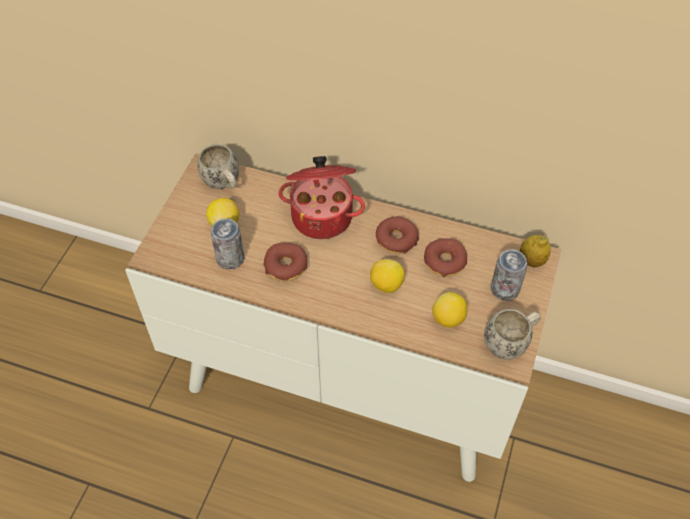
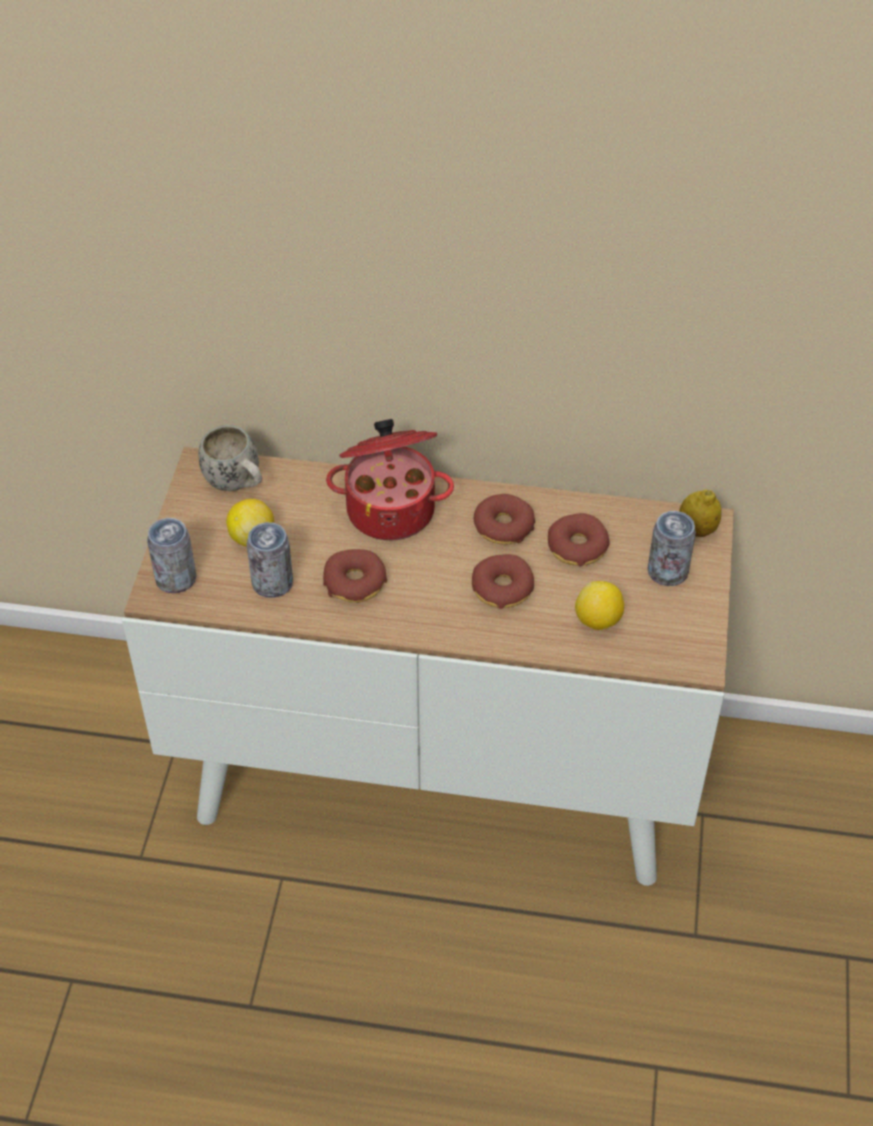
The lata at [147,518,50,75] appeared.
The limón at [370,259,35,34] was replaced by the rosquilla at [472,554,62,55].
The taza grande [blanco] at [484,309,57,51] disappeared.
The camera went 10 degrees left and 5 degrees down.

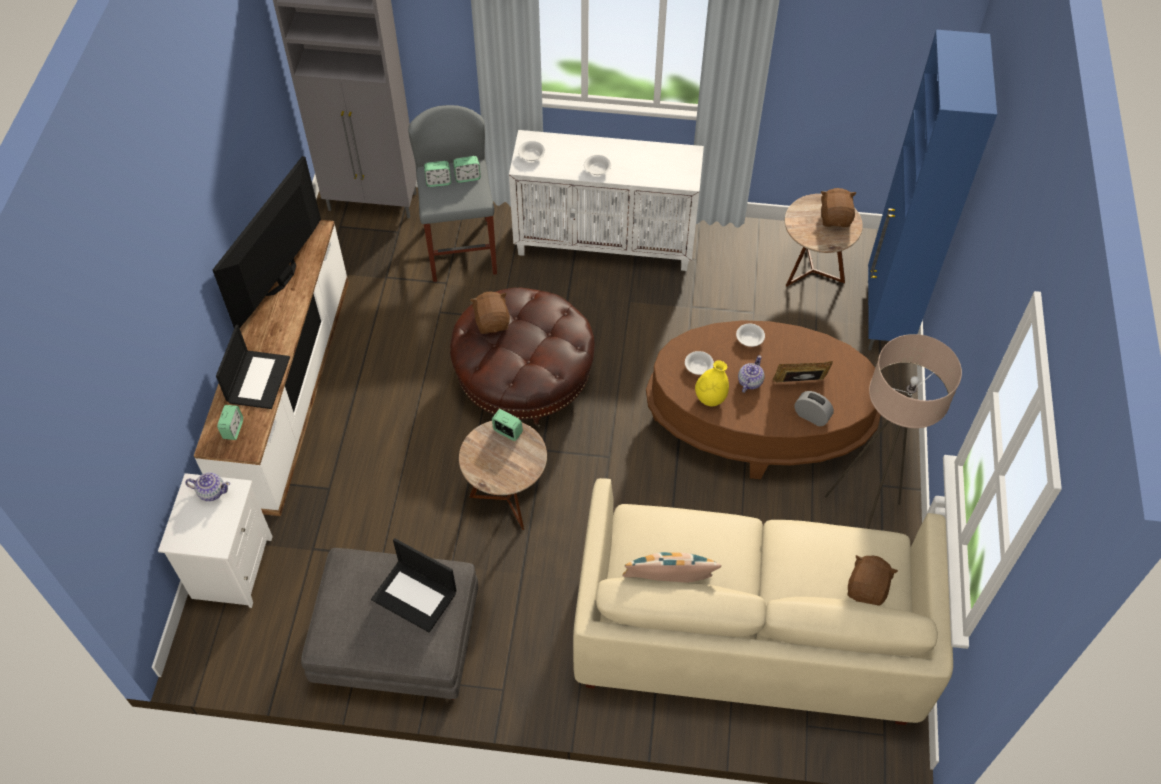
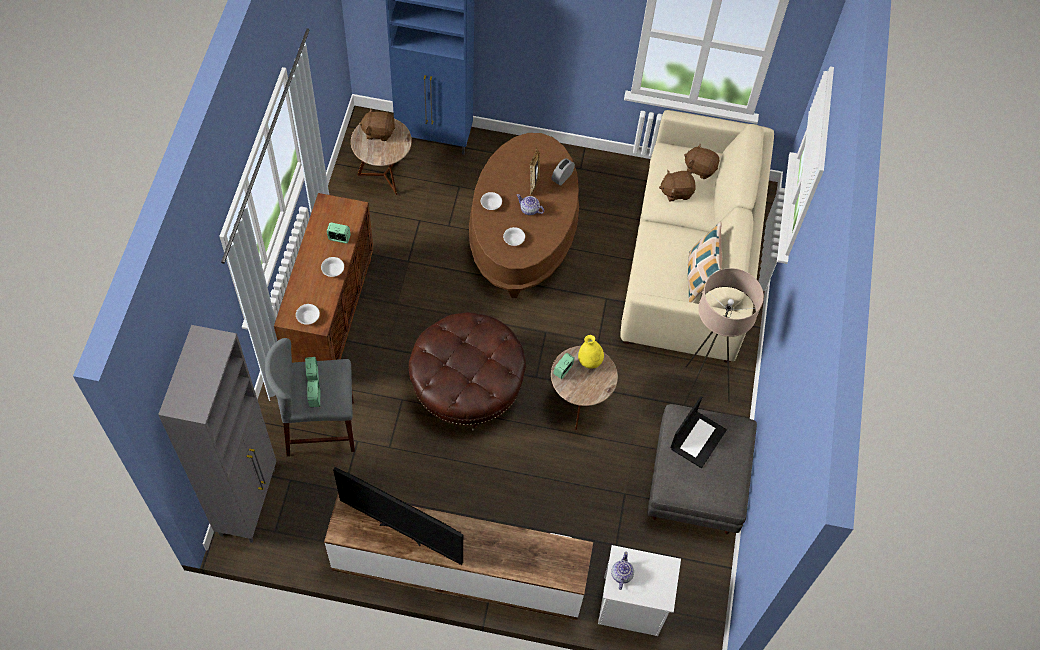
The armario [blanco] at [509,130,195,141] became the armario [marrón] at [274,193,100,170].
The despertador moved from [217,405,26,35] to [327,223,24,20].
The florero [amarillo] moved from [695,360,34,46] to [578,335,26,34].
The peluche [marrón] moved from [470,292,40,42] to [659,170,37,31].
The lámpara de pie [beis] moved from [825,334,137,195] to [683,268,81,138].
The portátil at [216,325,74,84] disappeared.
The camera went 90 degrees left and 5 degrees up.

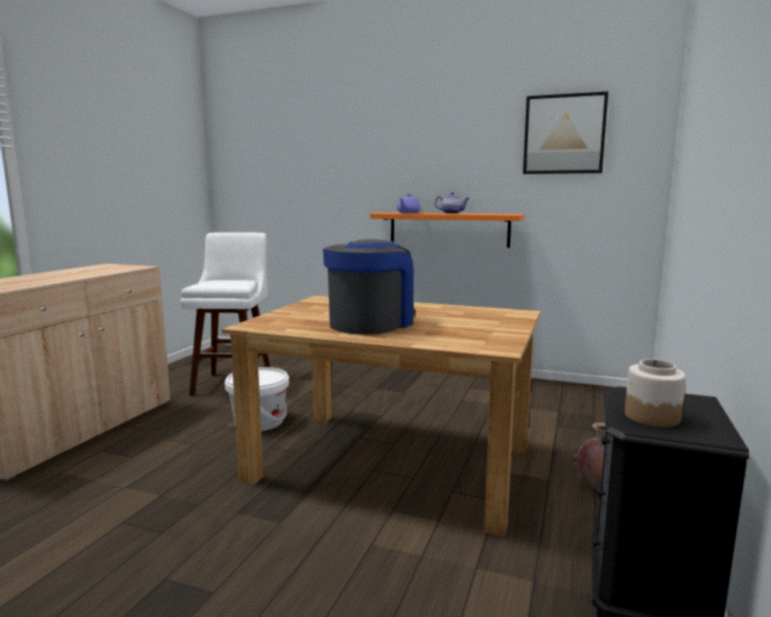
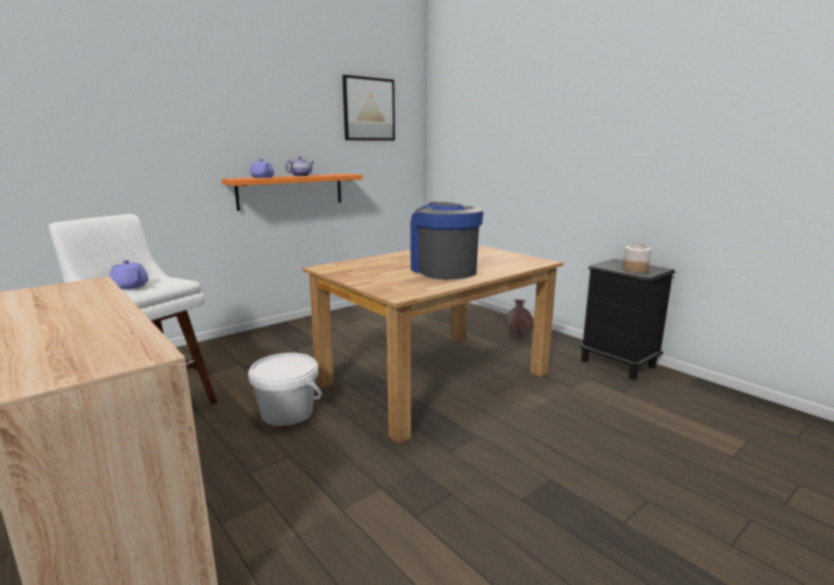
The tetera [morado] at [109,260,40,30] appeared.
The camera went 60 degrees left and 5 degrees up.

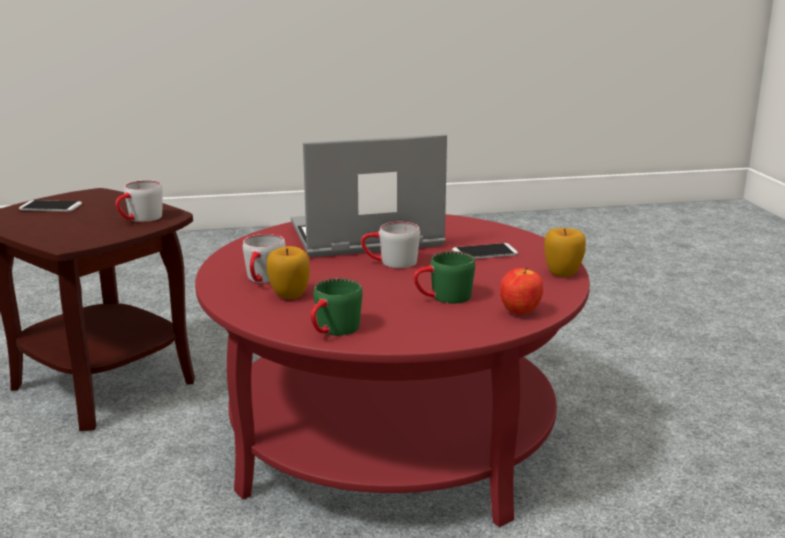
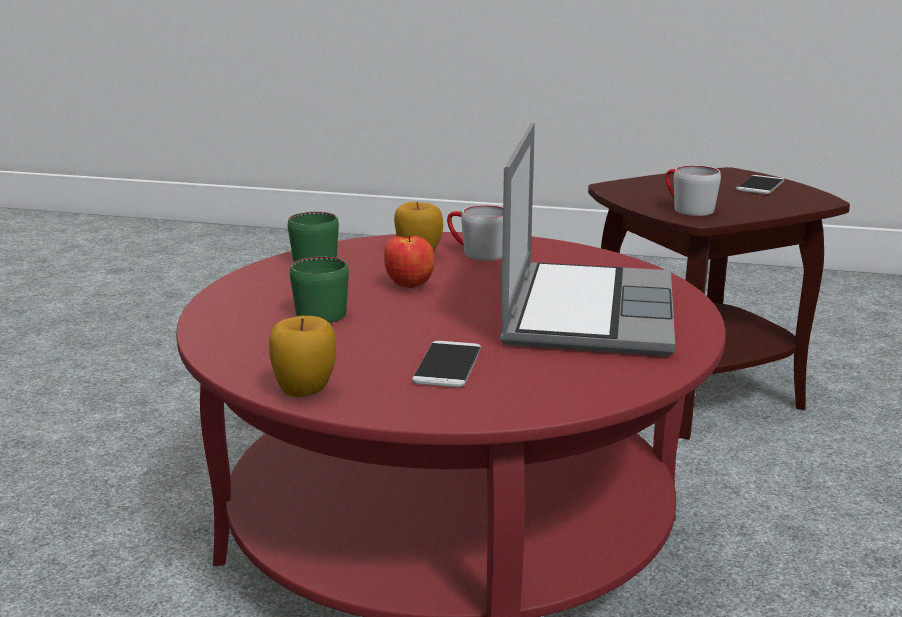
The manzana moved from [500,267,43,48] to [384,235,50,53].
The taza grande [gris] at [361,222,59,46] disappeared.
The camera went 115 degrees right and 0 degrees up.

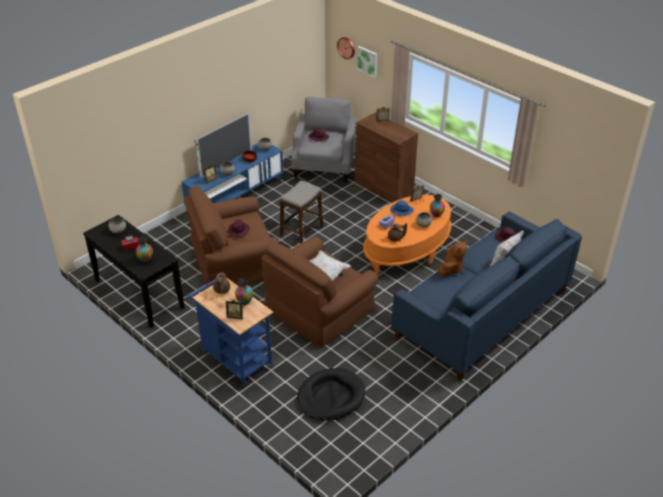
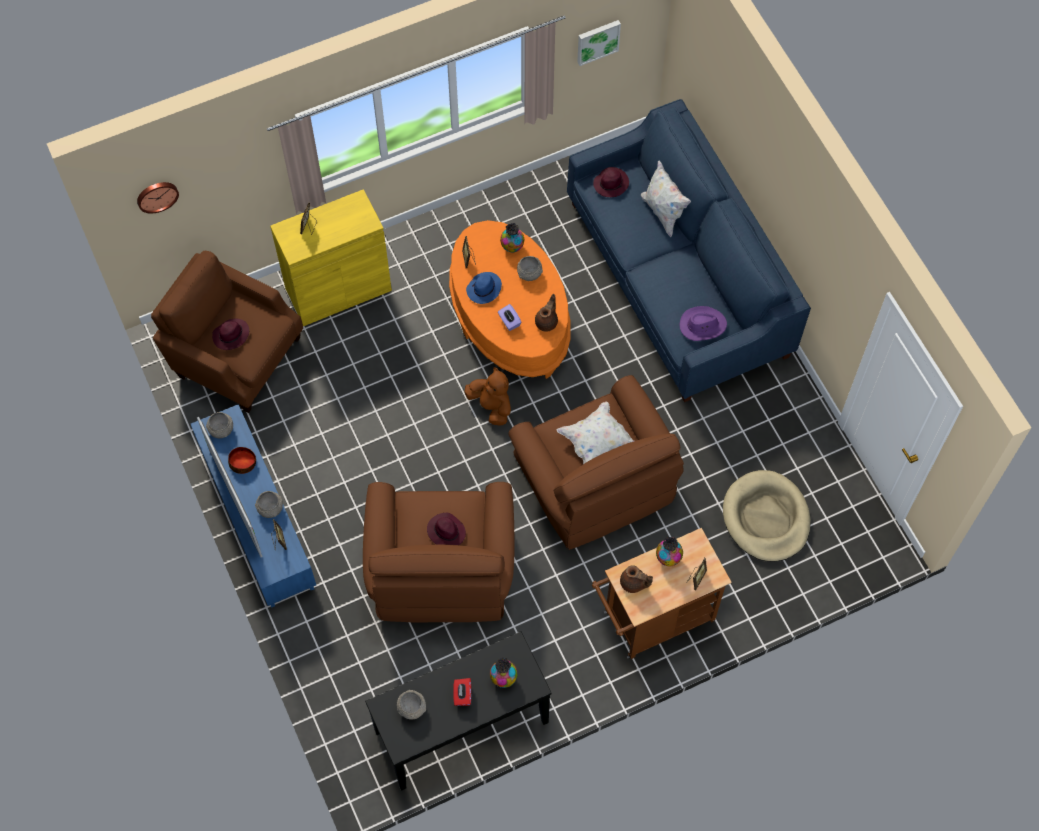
The sillón [gris] at [291,97,66,85] became the sillón [marrón] at [151,251,152,162].
The armario [marrón] at [355,112,63,91] became the armario [amarillo] at [270,189,122,137].
The peluche [marrón] moved from [438,241,29,36] to [465,367,46,59].
The cuadro moved from [357,46,20,32] to [577,20,44,46].
The carrito [azul] at [187,277,87,110] became the carrito [marrón] at [592,528,140,131].
The sombrero [morado] at [680,306,47,35] appeared.
The cama para perro [negro] at [297,368,68,53] became the cama para perro [beis] at [723,470,88,92].
The taburete at [280,181,43,63] disappeared.
The camera went 70 degrees left and 25 degrees up.

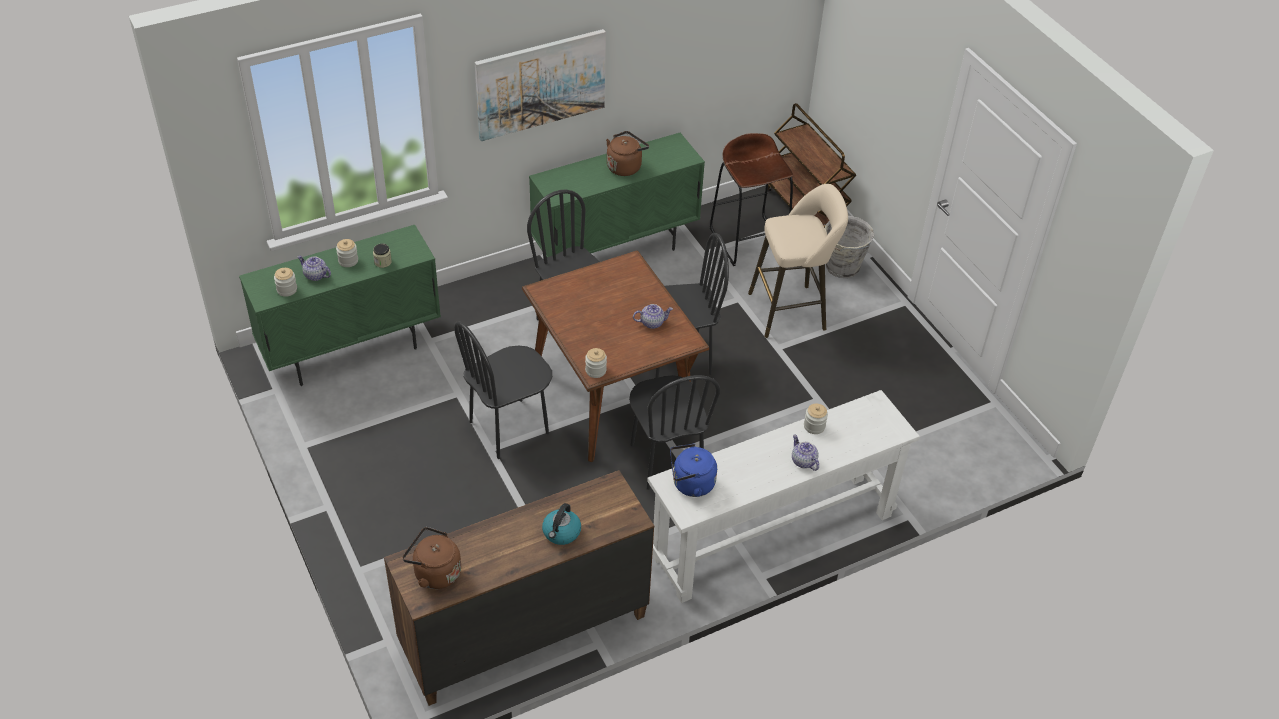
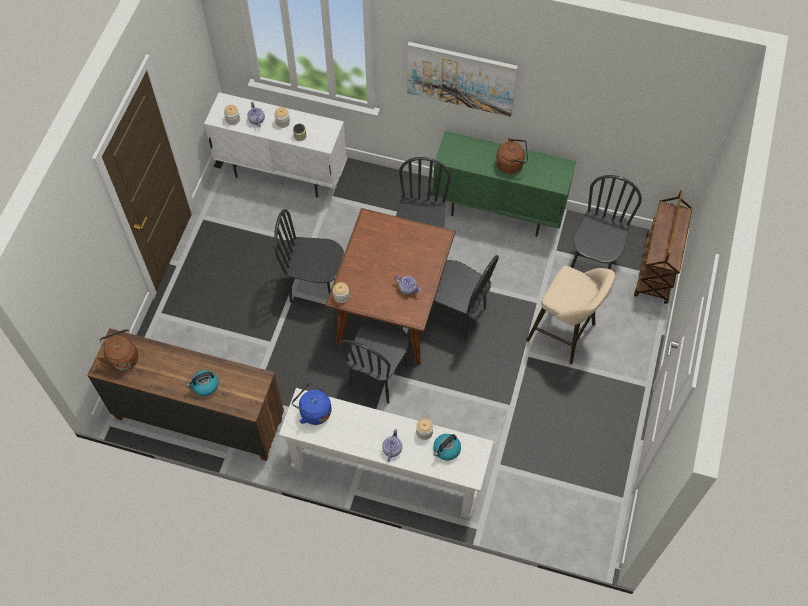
The armario [verde] at [239,225,202,161] became the armario [blanco] at [204,92,142,105].
The hervidor at [433,434,28,27] appeared.
The taburete [marrón] at [710,133,83,133] was replaced by the silla [negro] at [571,175,71,95].
The cubo [gris] at [824,216,50,62] disappeared.
The camera went 45 degrees right and 15 degrees up.

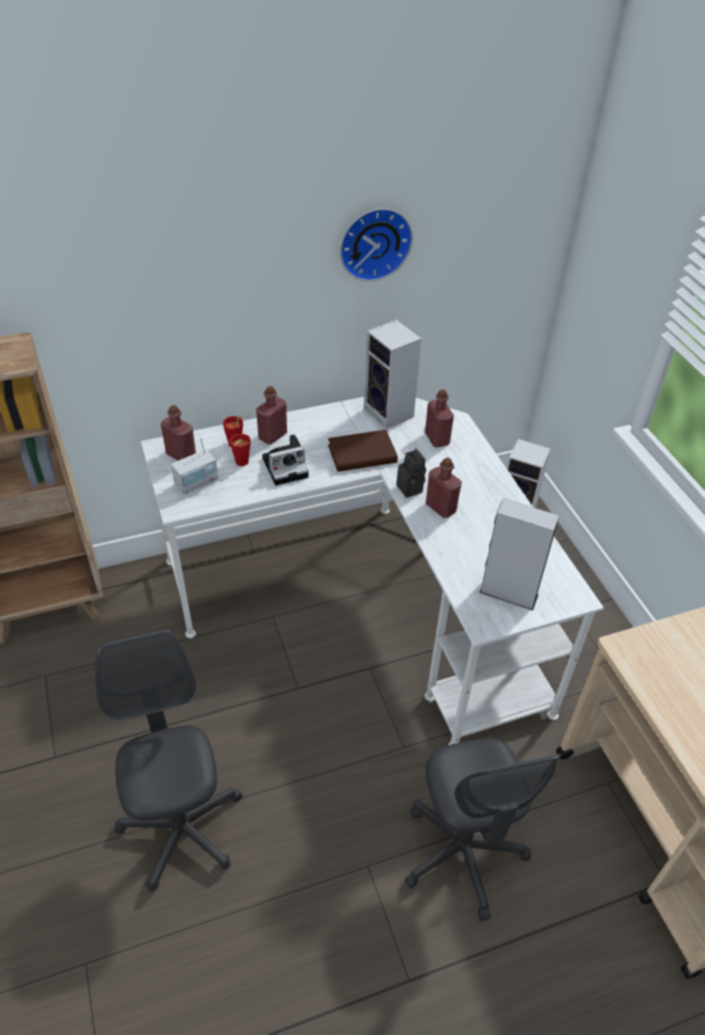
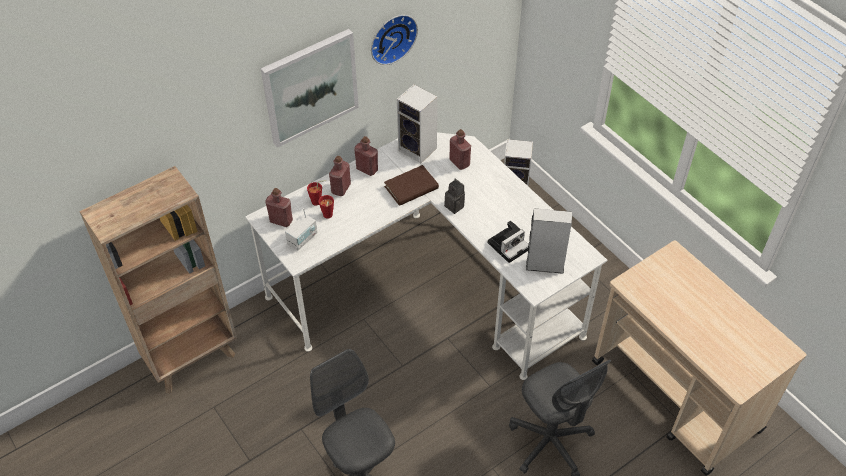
The cuadro at [261,29,98,119] appeared.
The botella [rojo] moved from [426,457,36,61] to [354,136,24,40].
The cámara moved from [262,434,47,52] to [488,220,40,43].
The camera went 15 degrees left and 5 degrees up.

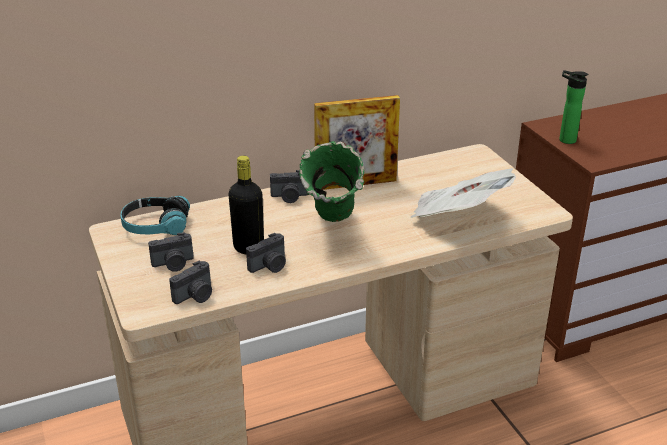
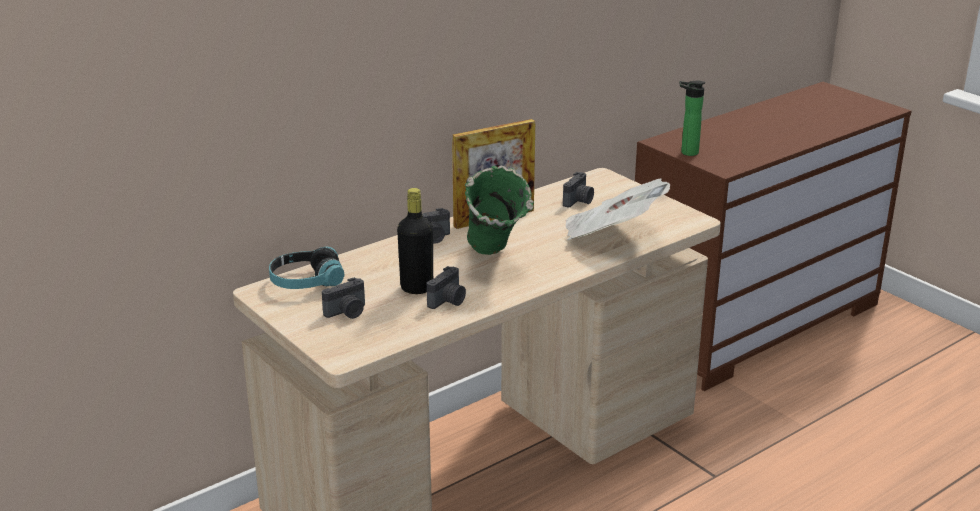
The cámara moved from [169,261,43,43] to [563,172,31,35].
The camera went 15 degrees left and 5 degrees down.

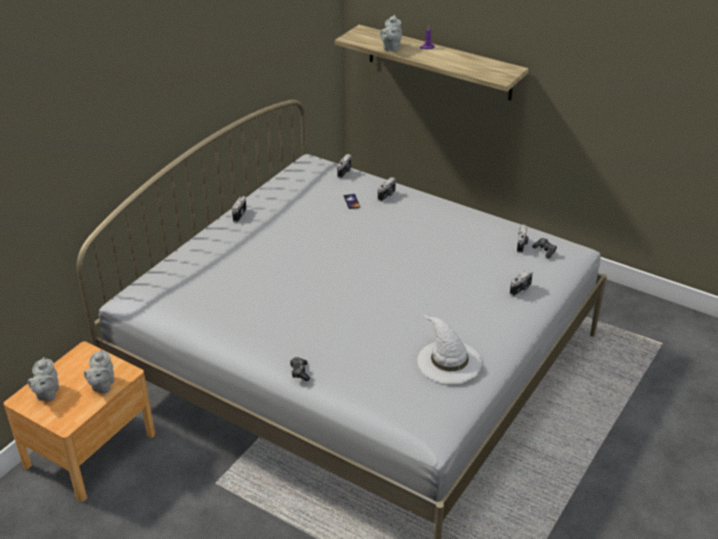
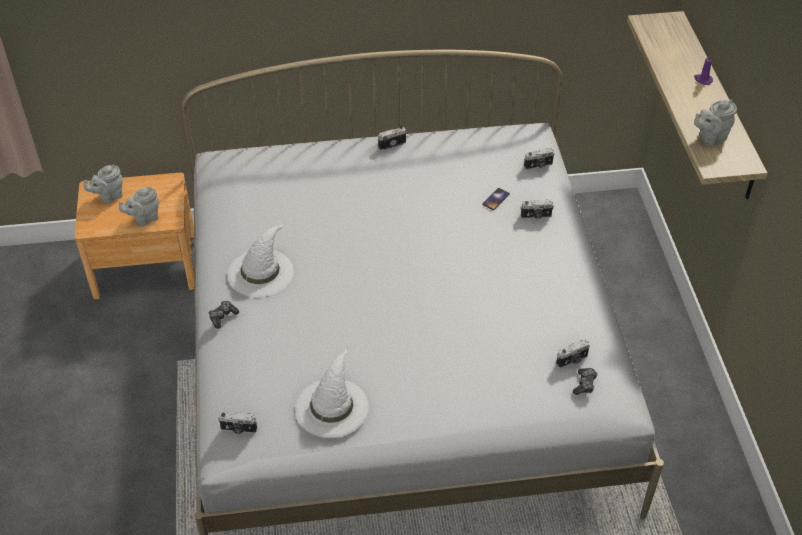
The cámara moved from [510,269,23,27] to [218,412,39,22].
The sombrero [blanco] at [228,221,66,76] appeared.
The tetera [gris] moved from [380,15,22,37] to [694,99,43,46].
The camera went 50 degrees right and 10 degrees up.

